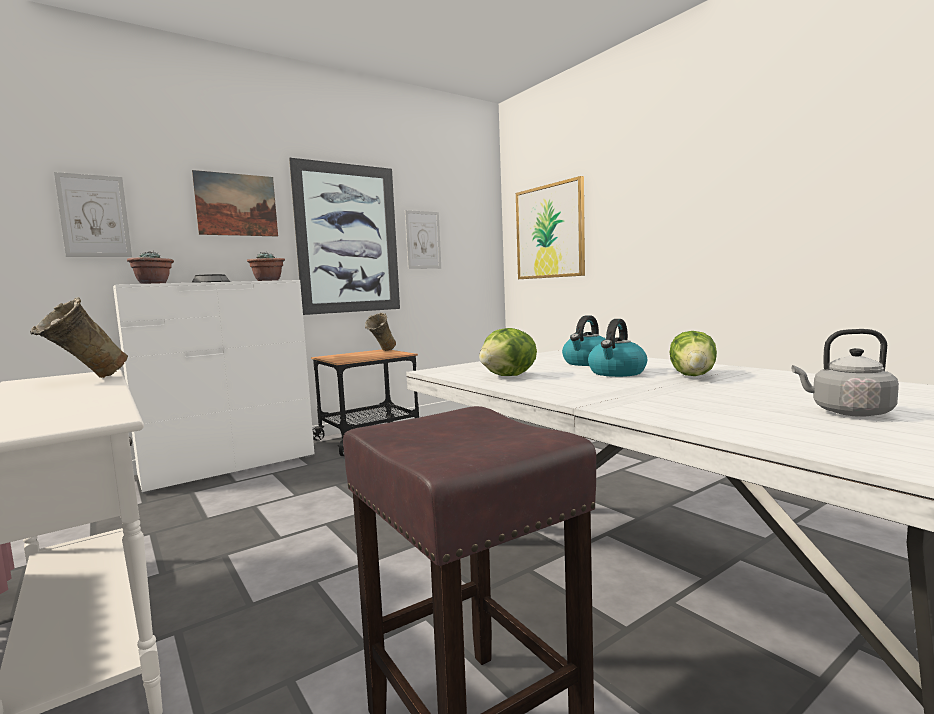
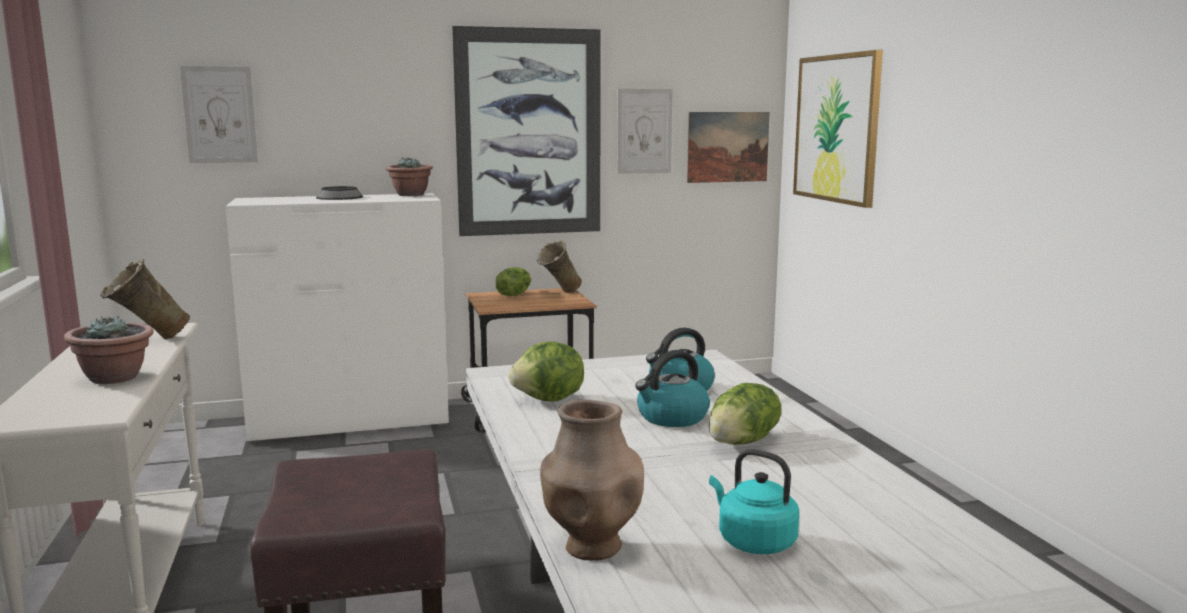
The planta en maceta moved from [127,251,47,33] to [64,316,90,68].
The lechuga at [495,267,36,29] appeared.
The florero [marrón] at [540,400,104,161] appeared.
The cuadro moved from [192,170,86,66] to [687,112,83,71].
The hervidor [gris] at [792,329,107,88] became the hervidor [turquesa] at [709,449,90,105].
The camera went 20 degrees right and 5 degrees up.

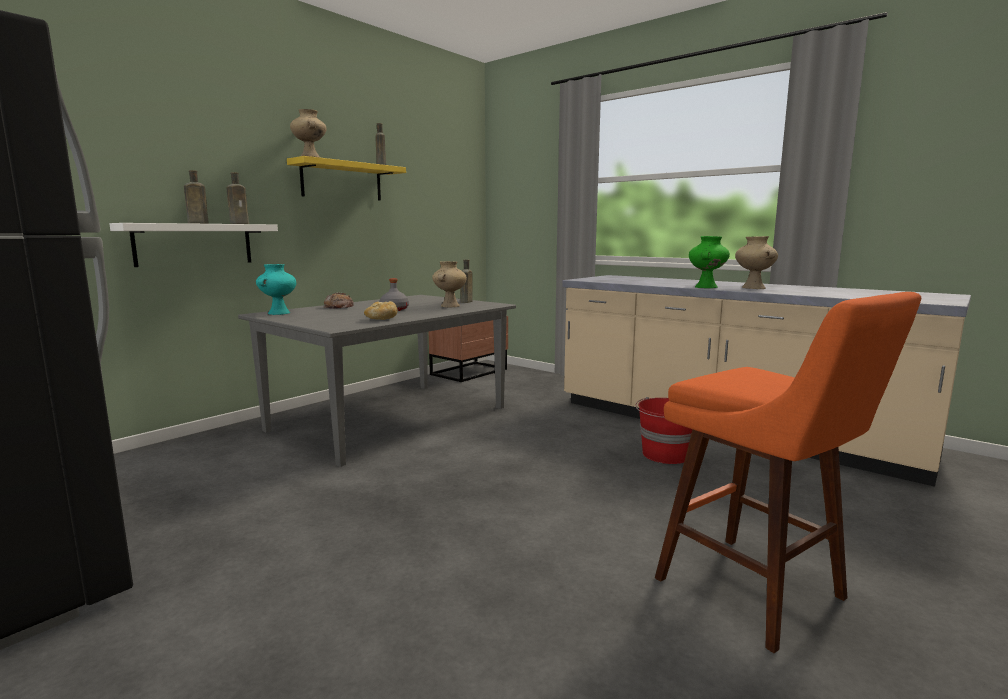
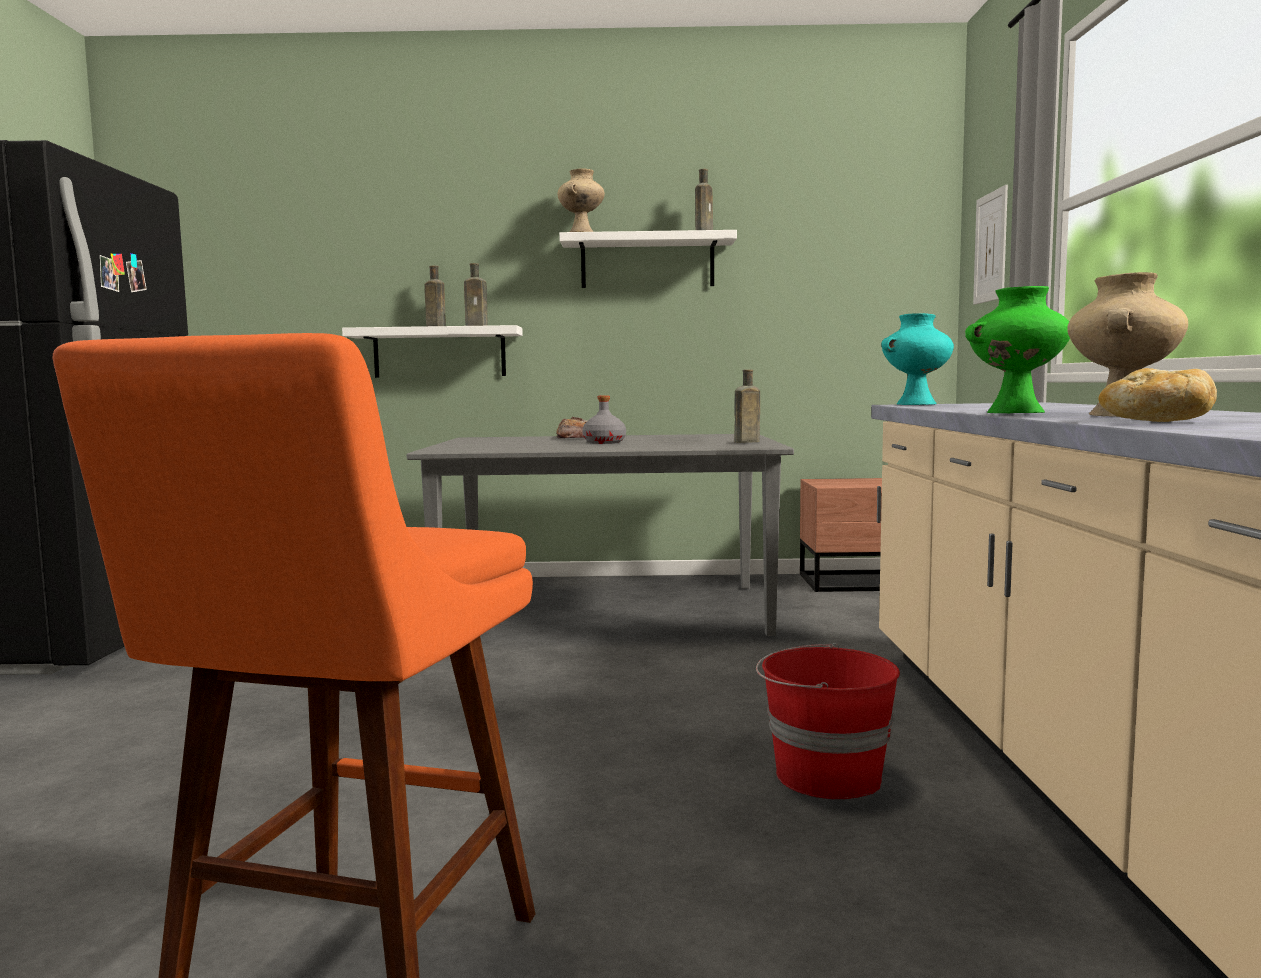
The estante [amarillo] at [287,156,119,45] became the estante [blanco] at [559,230,178,58].
The florero [turquesa] moved from [256,264,40,51] to [881,313,73,92].
The cuadro at [973,185,35,120] appeared.
The pan moved from [364,301,34,19] to [1098,368,119,54].
The florero [beis] at [432,261,35,47] disappeared.
The camera went 50 degrees right and 5 degrees down.

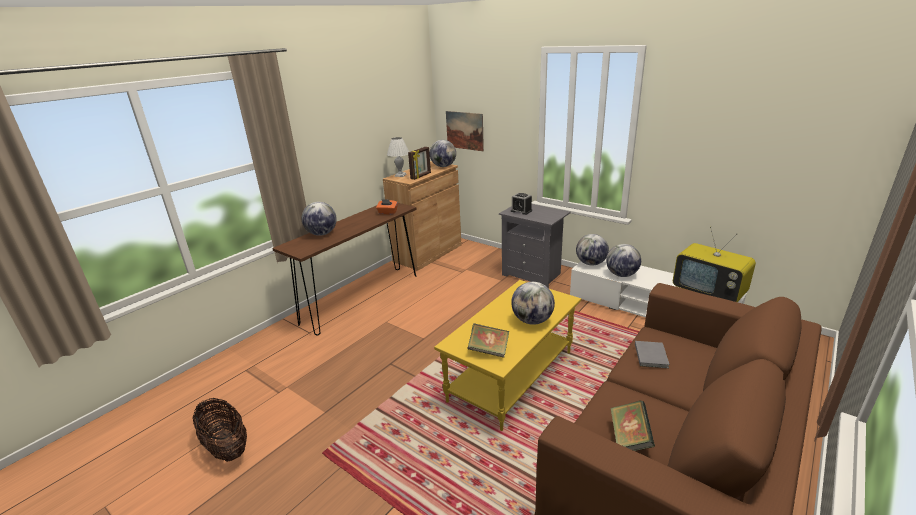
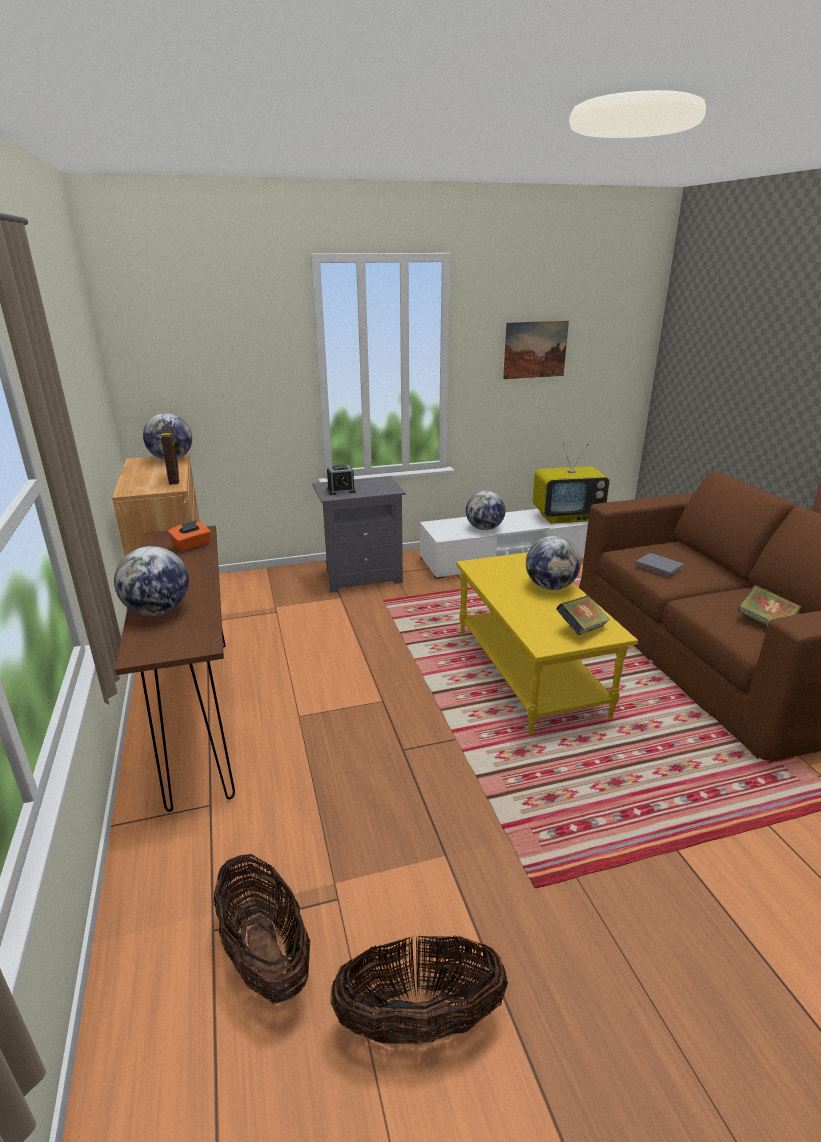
The cesta at [214,854,96,150] appeared.
The cuadro moved from [446,111,38,40] to [503,321,66,58].
The lámpara de mesa [blanco] at [387,137,22,40] disappeared.
The globo terráqueo at [576,234,33,32] disappeared.
The camera went 55 degrees left and 0 degrees up.

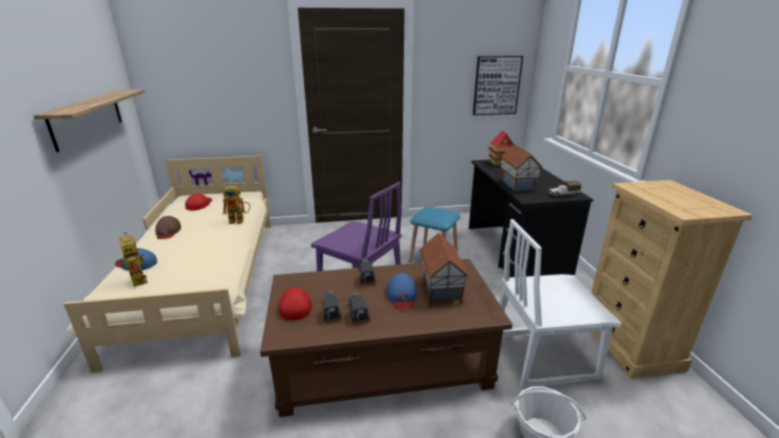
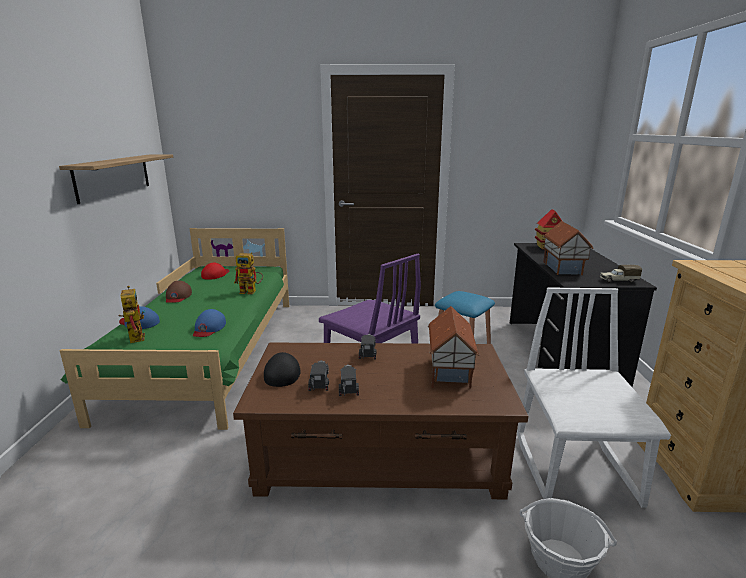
The cama [beis] at [64,155,207,218] became the cama [verde] at [60,228,229,202].
The gorra [azul] moved from [387,273,30,36] to [193,309,33,28].
The gorra [rojo] at [279,287,33,33] became the gorra [negro] at [264,352,37,35].
The silla [blanco] at [499,219,123,168] turned 90 degrees clockwise.
The cuadro at [473,56,50,59] disappeared.
The camera went 10 degrees right and 5 degrees down.

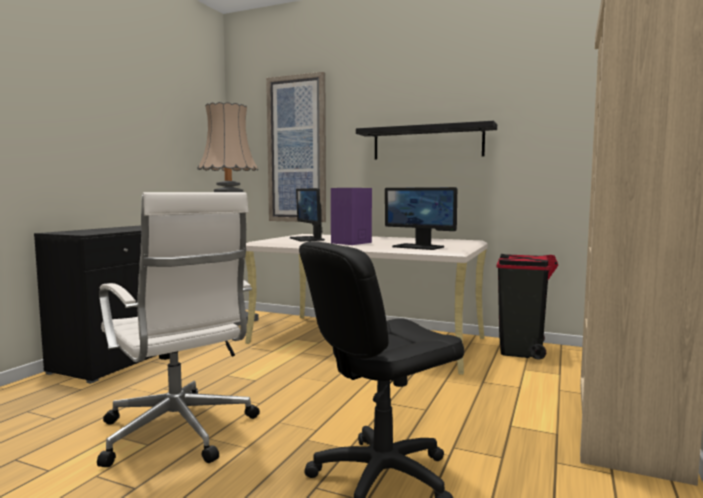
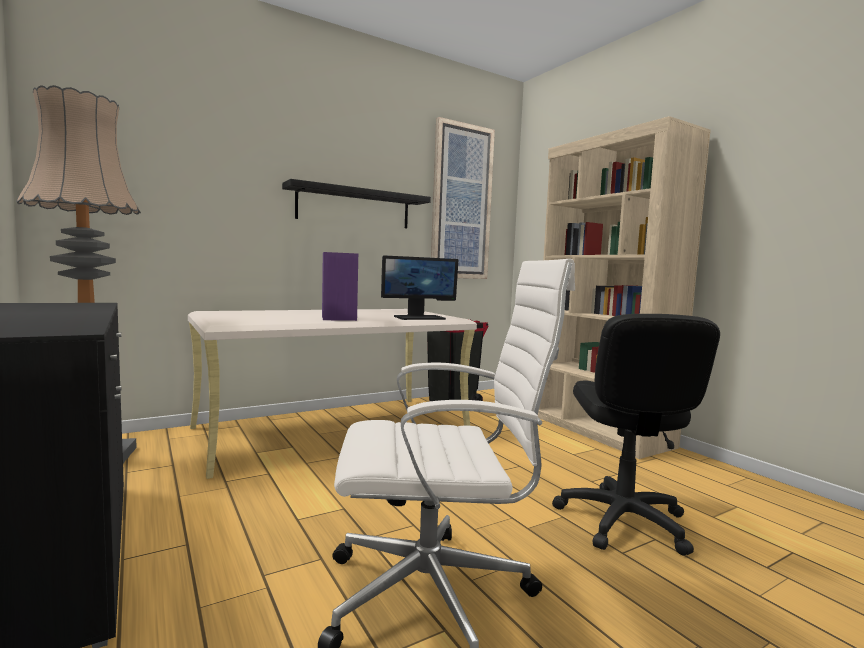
The cuadro moved from [266,72,60,150] to [431,117,64,162].
The monitor at [290,188,35,53] disappeared.
The camera went 55 degrees left and 0 degrees up.

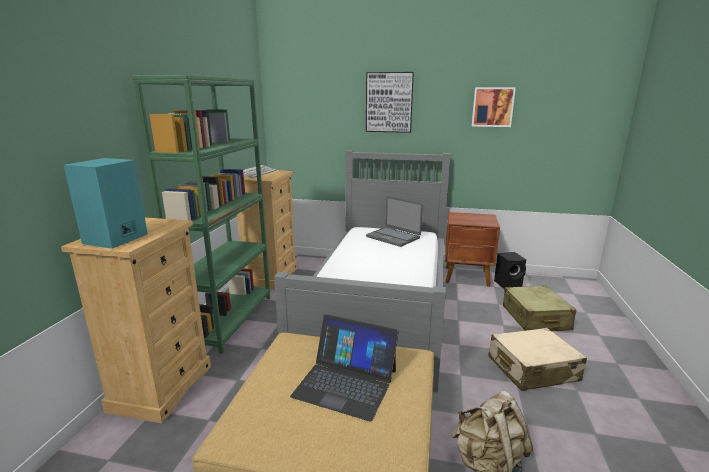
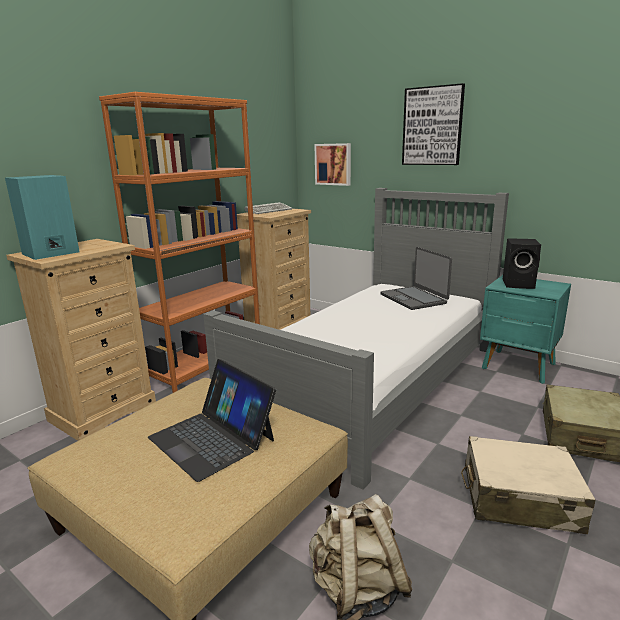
The estantería [verde] at [132,75,138,279] became the estantería [naranja] at [99,92,161,301].
The cuadro moved from [472,87,44,40] to [315,143,36,43].
The mesita de noche [marrón] at [445,212,55,75] became the mesita de noche [turquesa] at [480,275,91,109].
The altavoz [negro] moved from [494,252,32,38] to [503,238,38,51].
The camera went 25 degrees right and 0 degrees up.

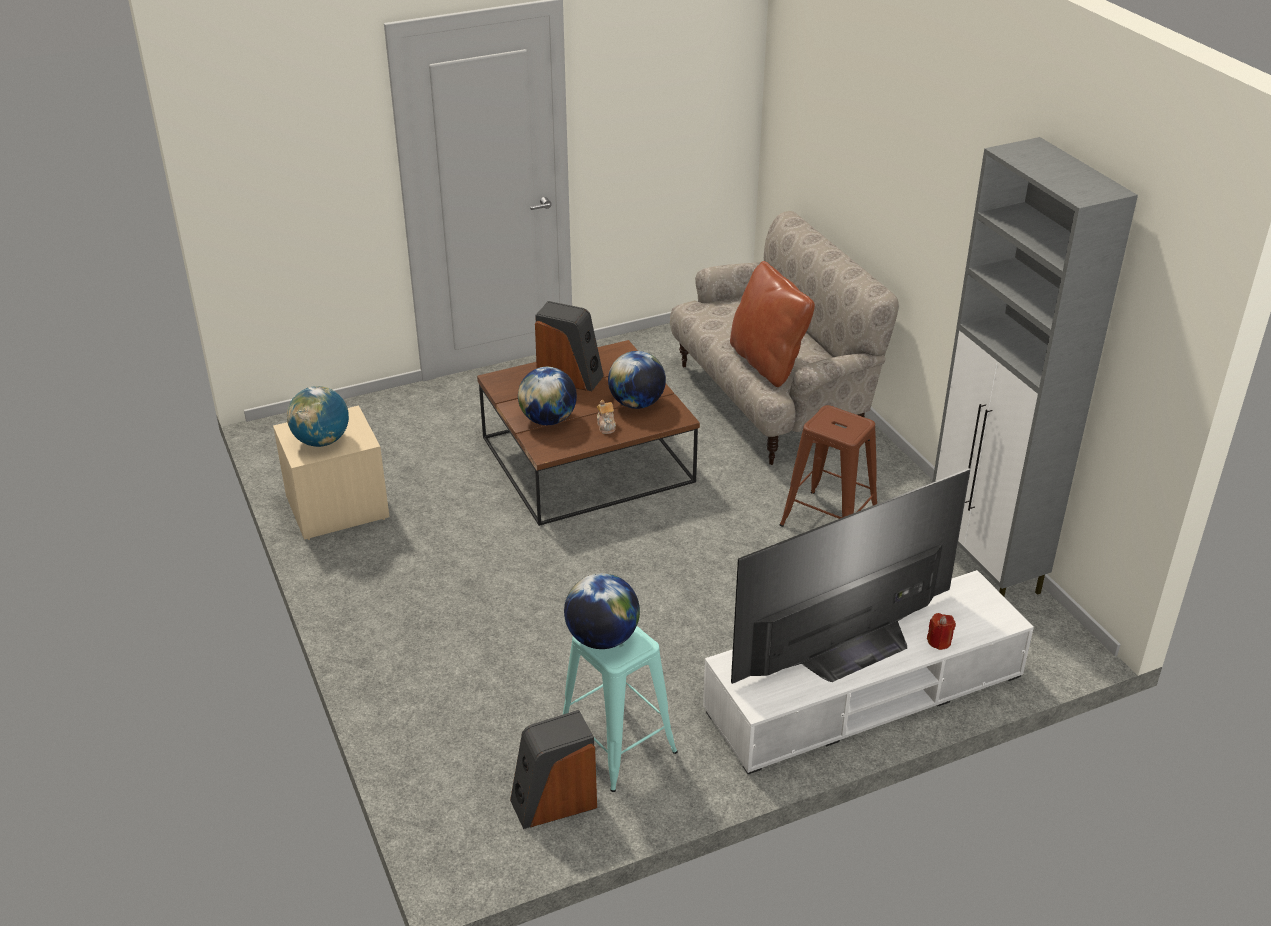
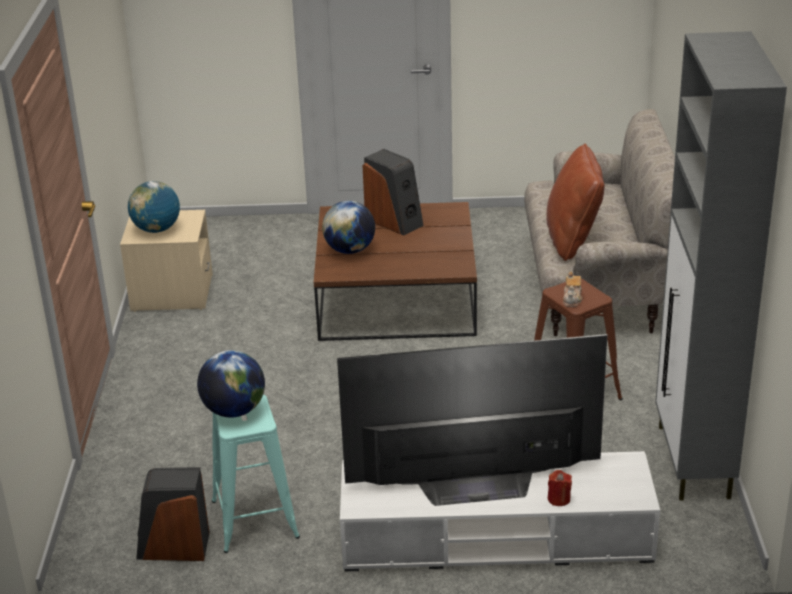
The tetera moved from [597,400,19,34] to [563,272,20,35].
The globo terráqueo at [608,351,58,58] disappeared.
The camera went 25 degrees right and 5 degrees down.

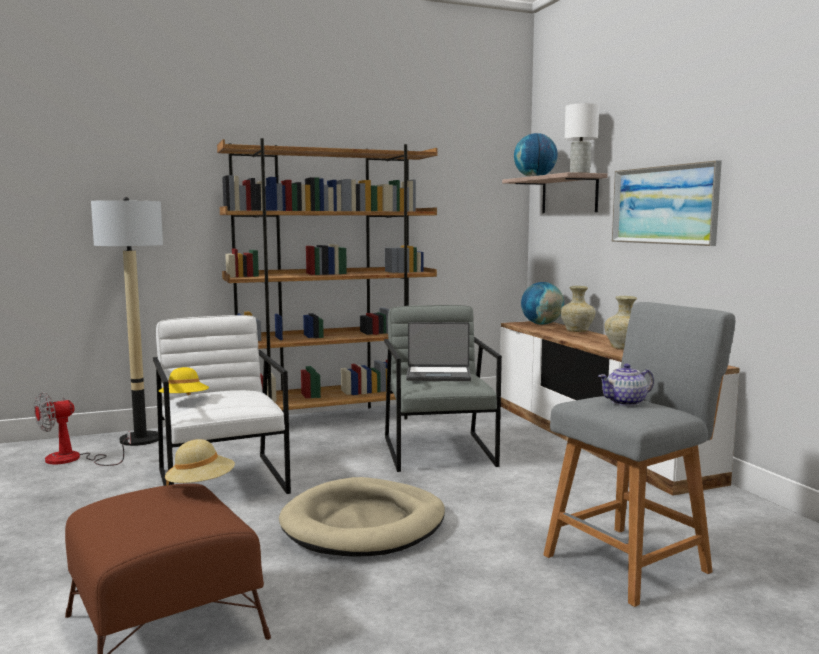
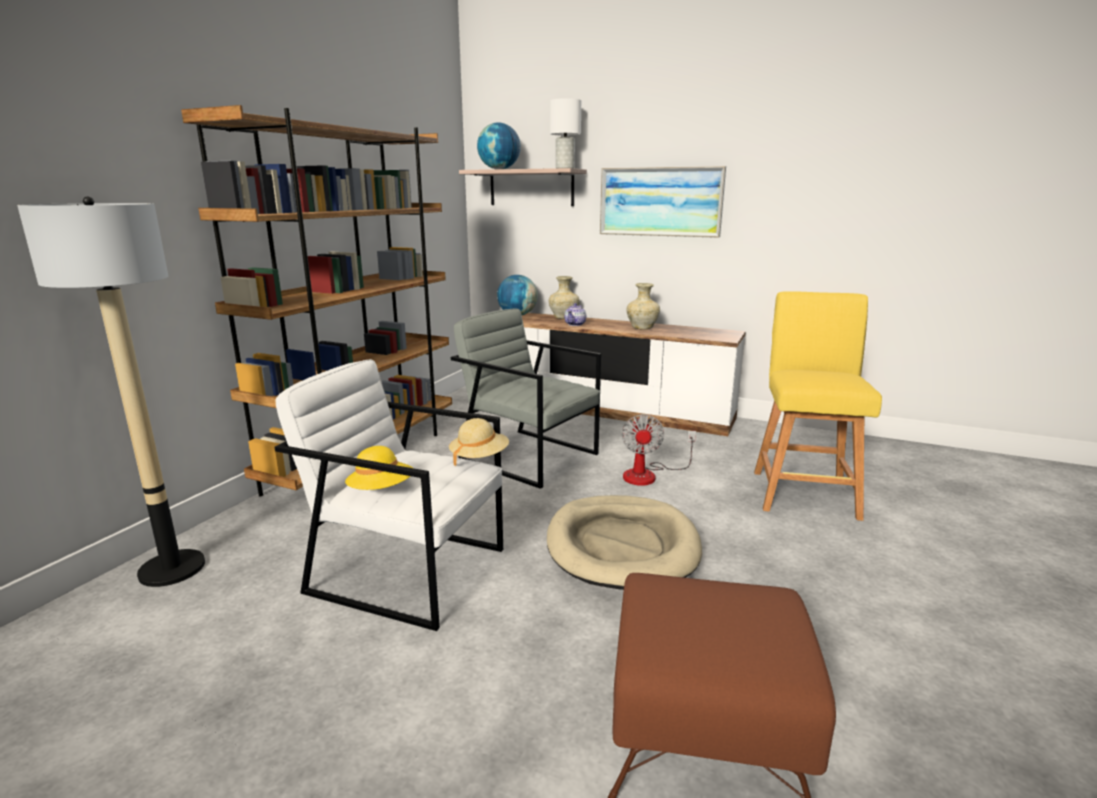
The sombrero [beis] moved from [165,439,70,47] to [449,418,60,49].
The tetera moved from [598,364,56,42] to [564,303,22,23].
The ventilador moved from [34,392,97,74] to [621,414,75,72].
The taburete [gris] at [543,302,193,305] became the taburete [amarillo] at [754,291,128,230].
The portátil at [406,322,65,59] disappeared.
The camera went 45 degrees left and 10 degrees up.

